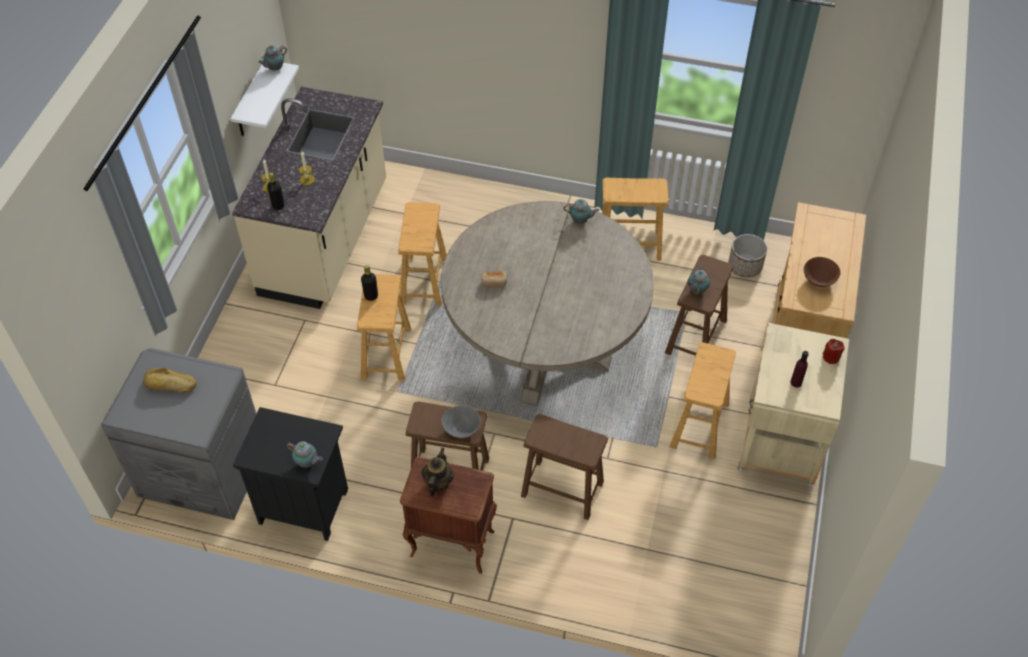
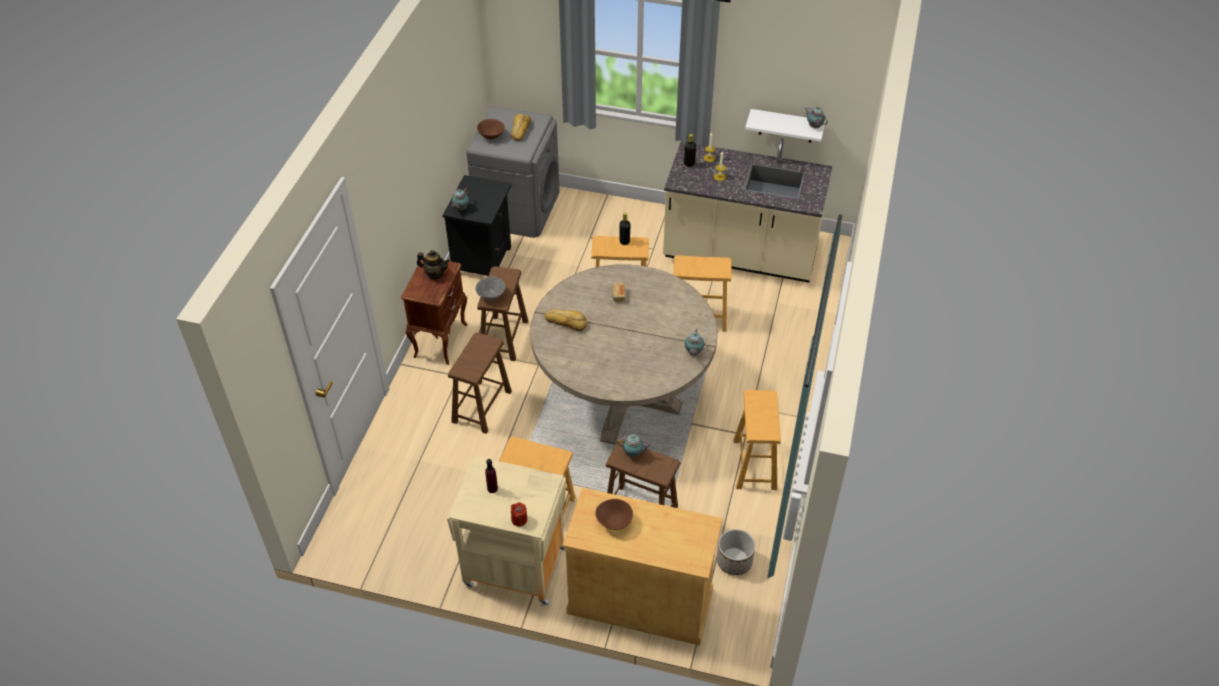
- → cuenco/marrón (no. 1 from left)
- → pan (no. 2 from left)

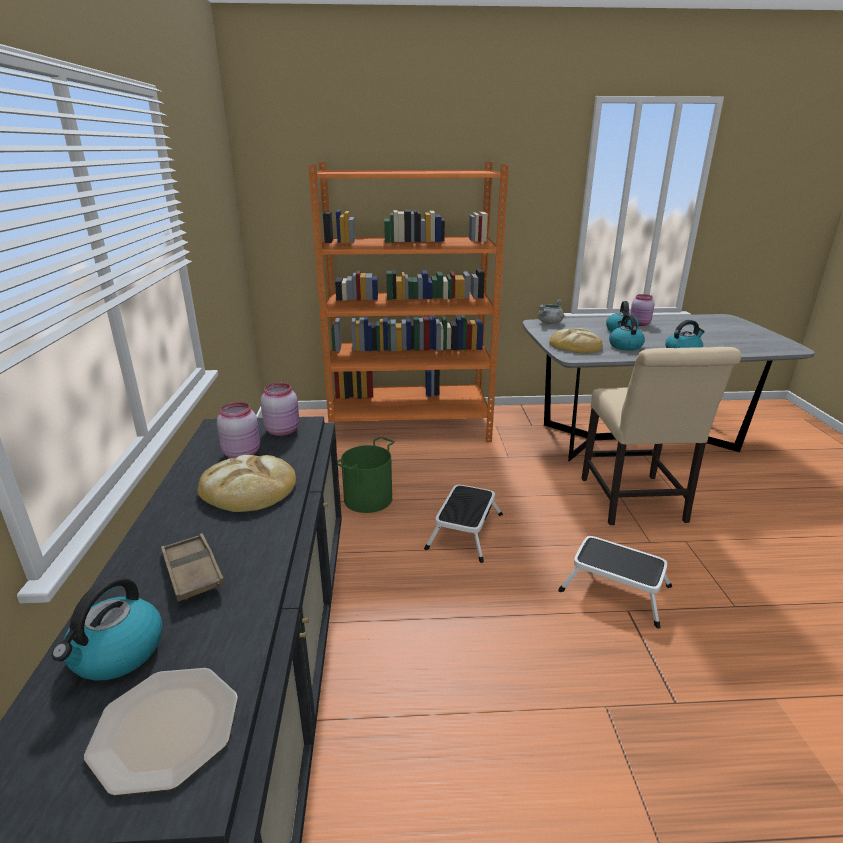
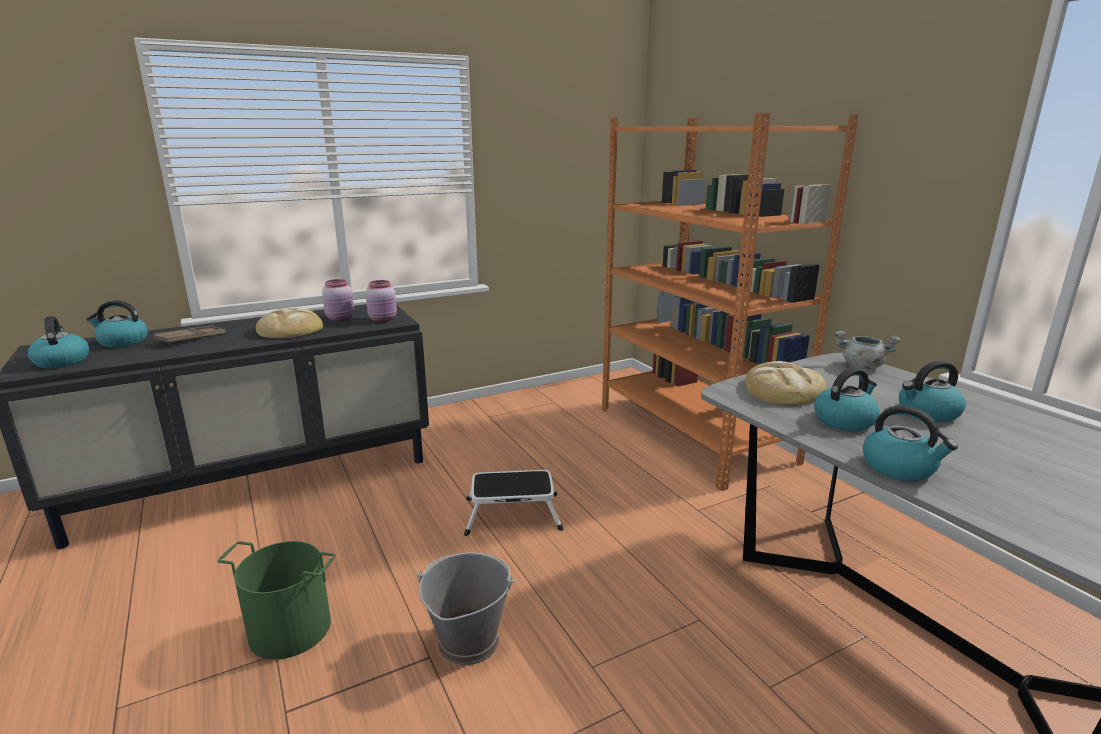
plato → hervidor (no. 1 from left)
cubo/verde, shifted
escalera de tijera/negro (no. 2 from left) → cubo/gris
silla/beis → -
tarro/rosa (no. 3 from left) → -

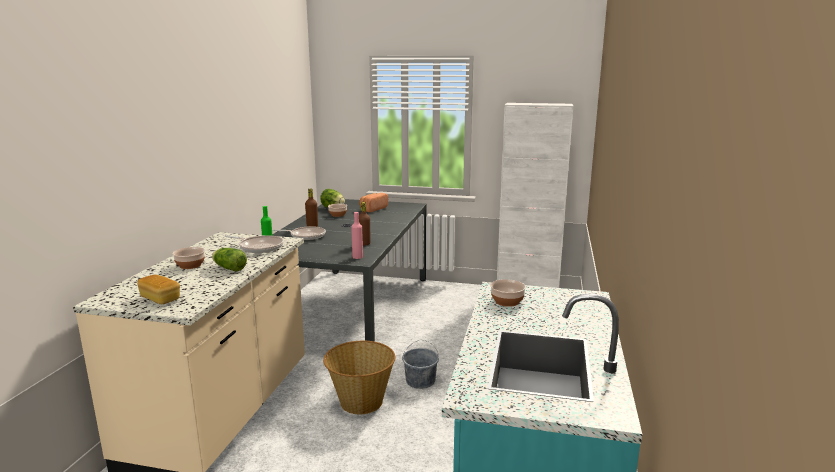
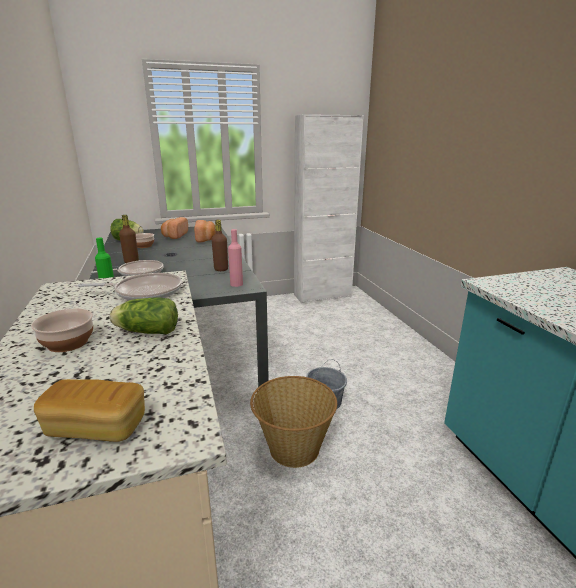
cuenco (no. 3 from left) → -
- → pan (no. 3 from left)

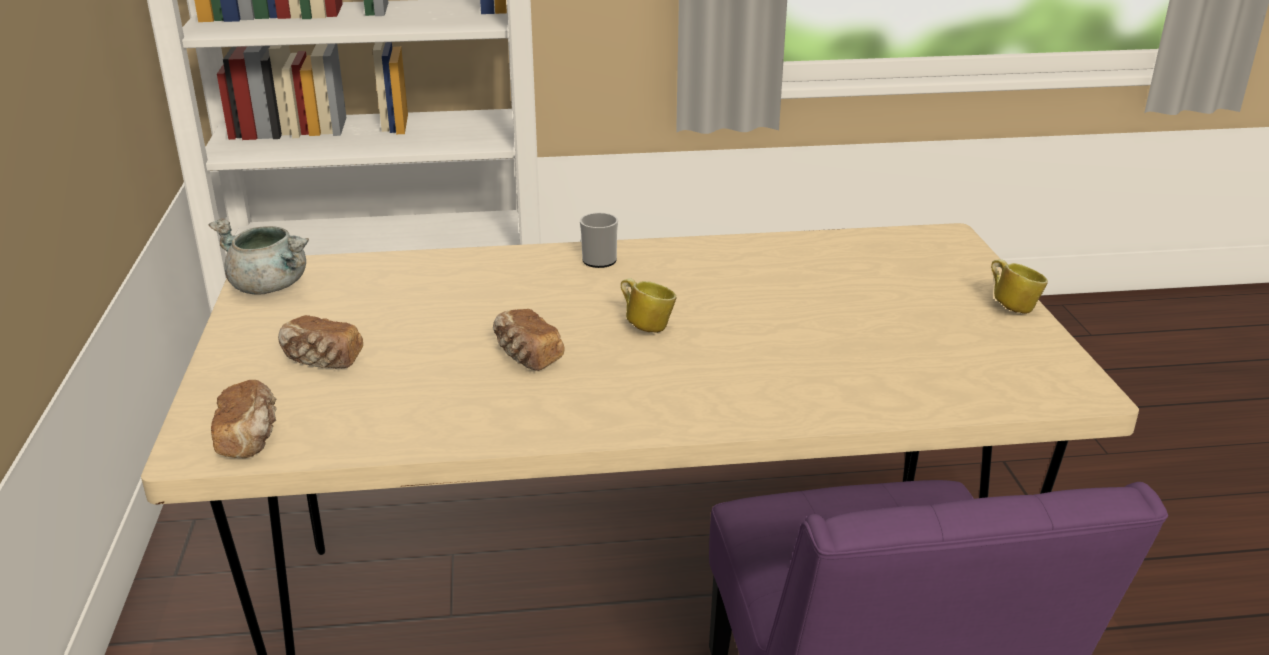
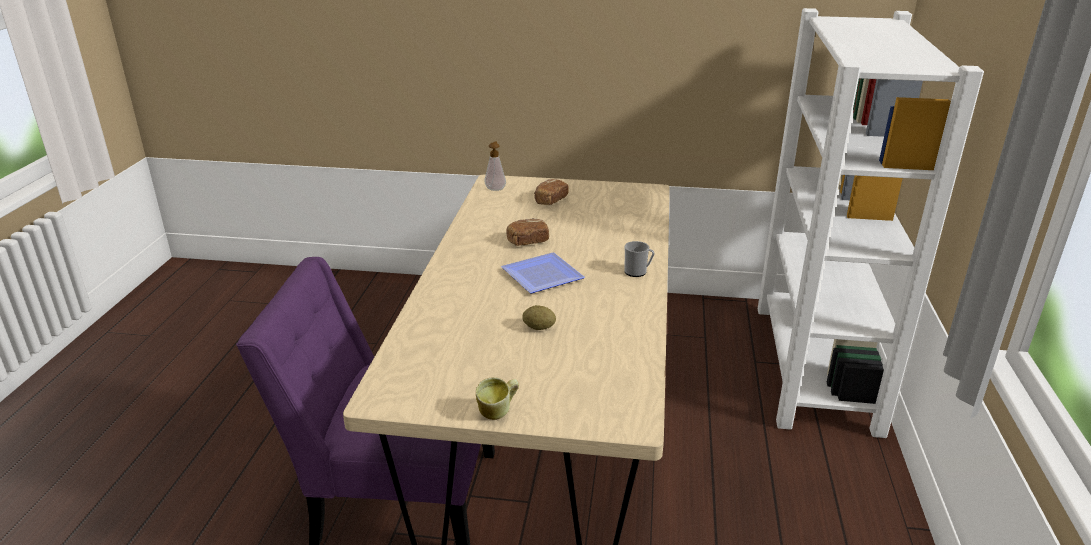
olla/gris → -
pan (no. 1 from left) → dispensador de jabón
taza grande (no. 2 from left) → plato
- → patata

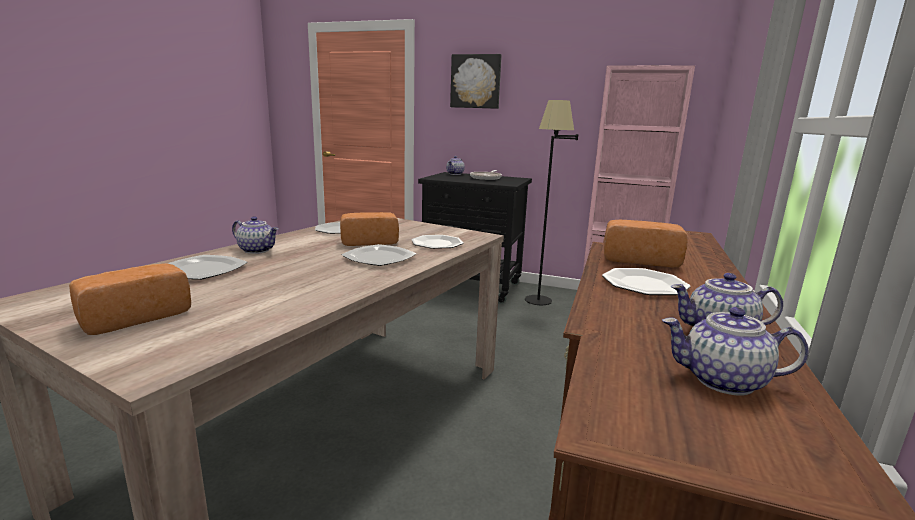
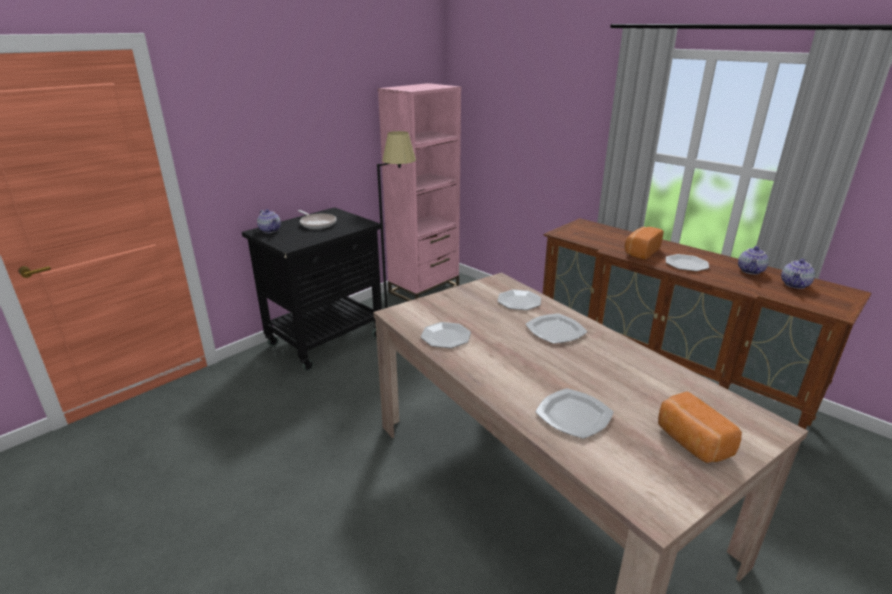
tetera (no. 1 from left) → -
pan (no. 2 from left) → -
cuadro → -

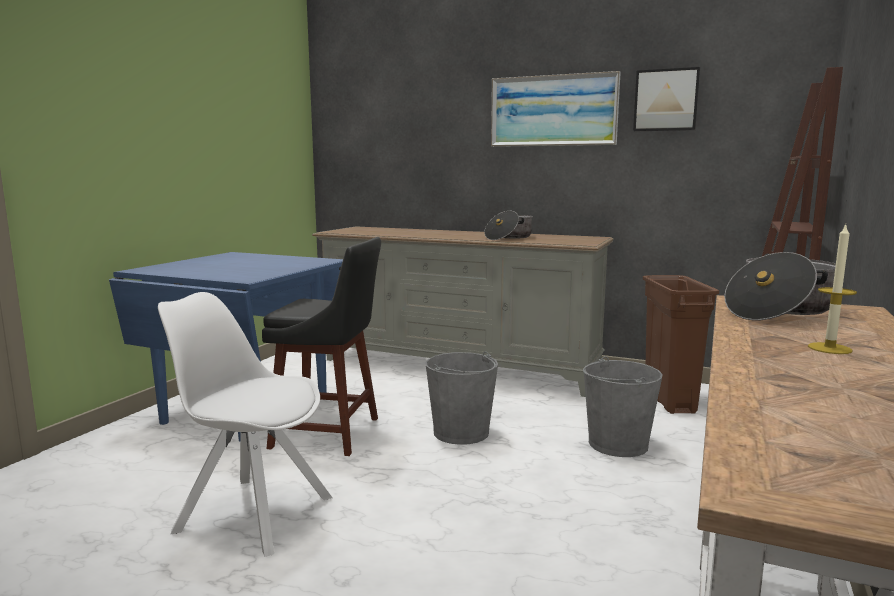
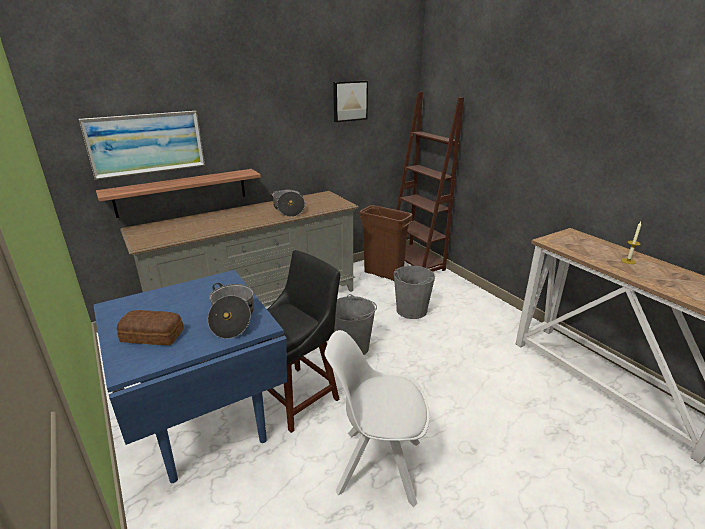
silla/blanco, 45 degrees clockwise
cuadro (no. 1 from left), shifted
olla (no. 2 from left in the first image) → olla (no. 1 from left), shifted
- → estante
- → pan

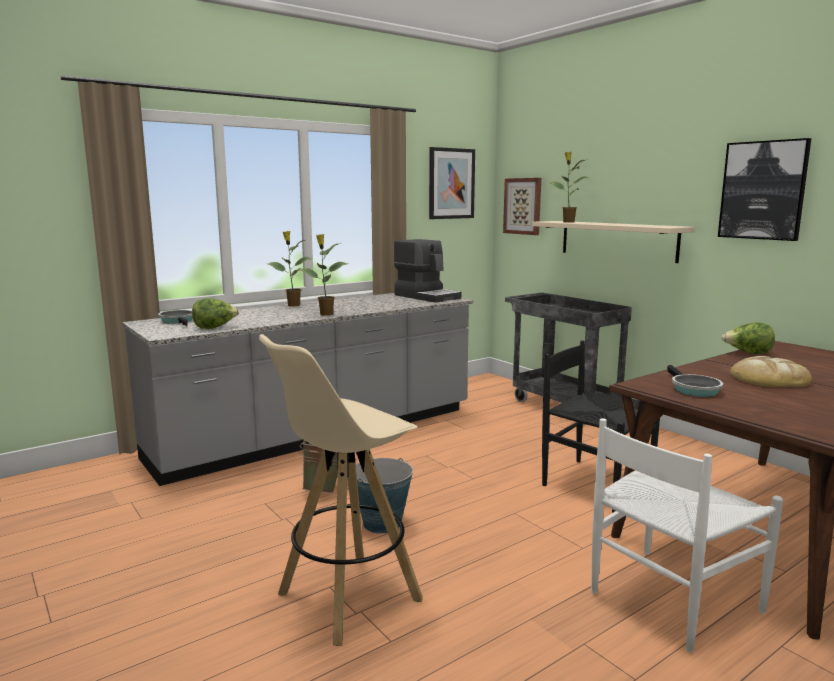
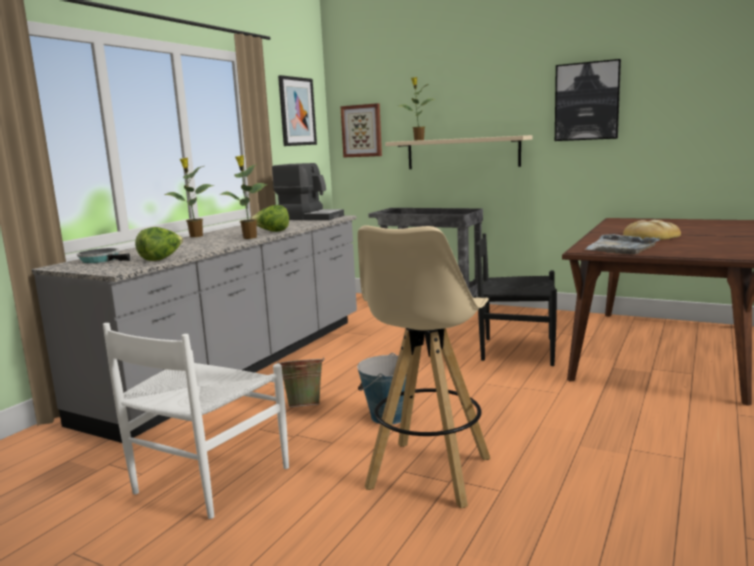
silla/blanco, shifted
sartén (no. 2 from left) → bandeja/gris
lechuga (no. 2 from left), shifted

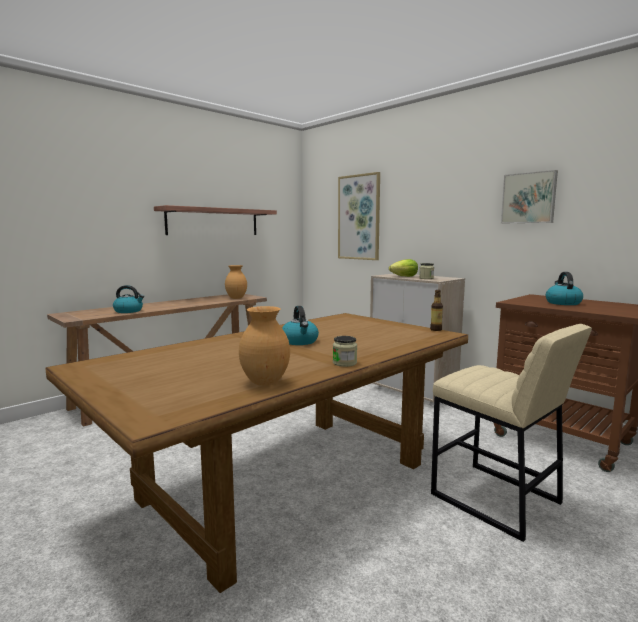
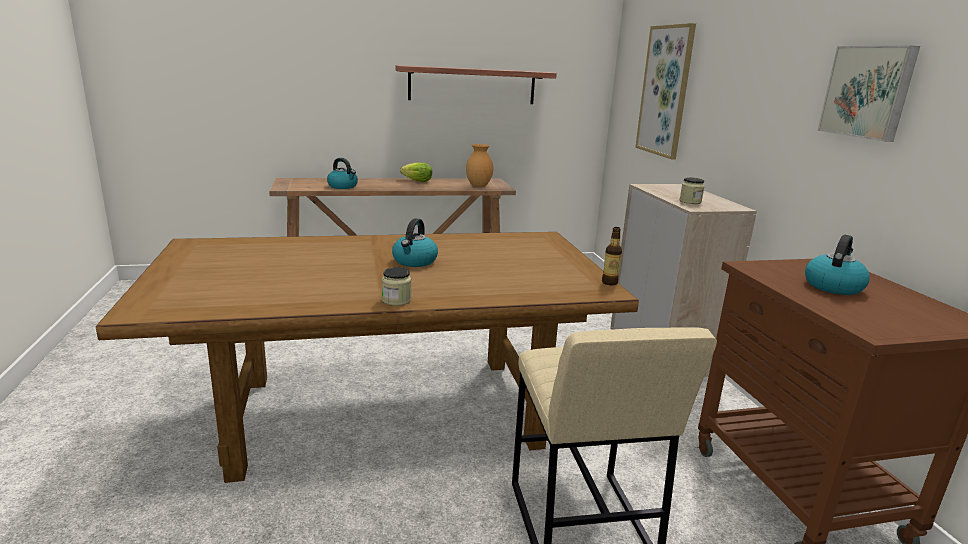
florero/marrón (no. 2 from left) → -
lechuga, shifted

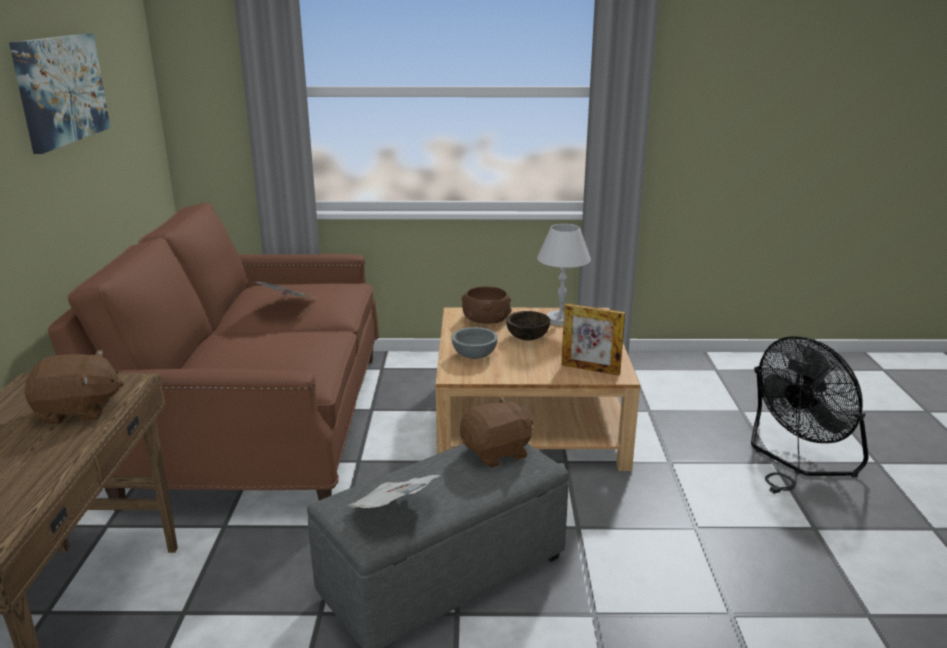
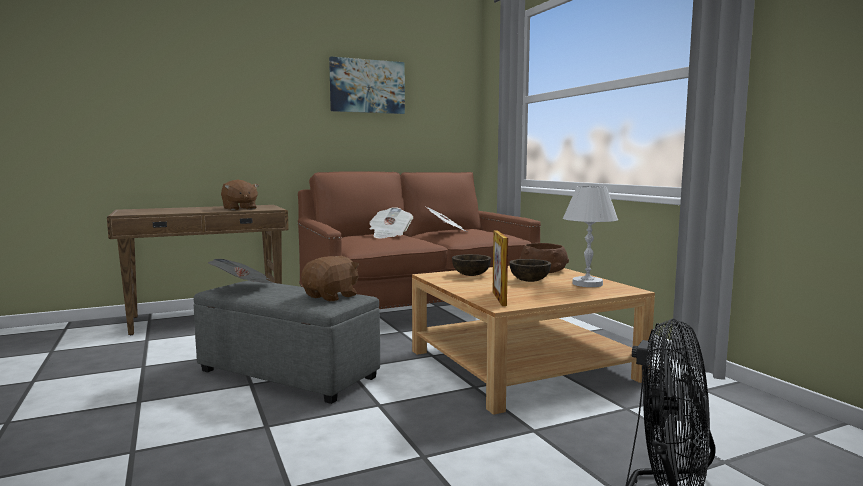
cuenco/gris → cuenco/marrón (no. 1 from left)
peluche/marrón (no. 2 from left), 90 degrees counterclockwise
- → periódico (no. 2 from left)

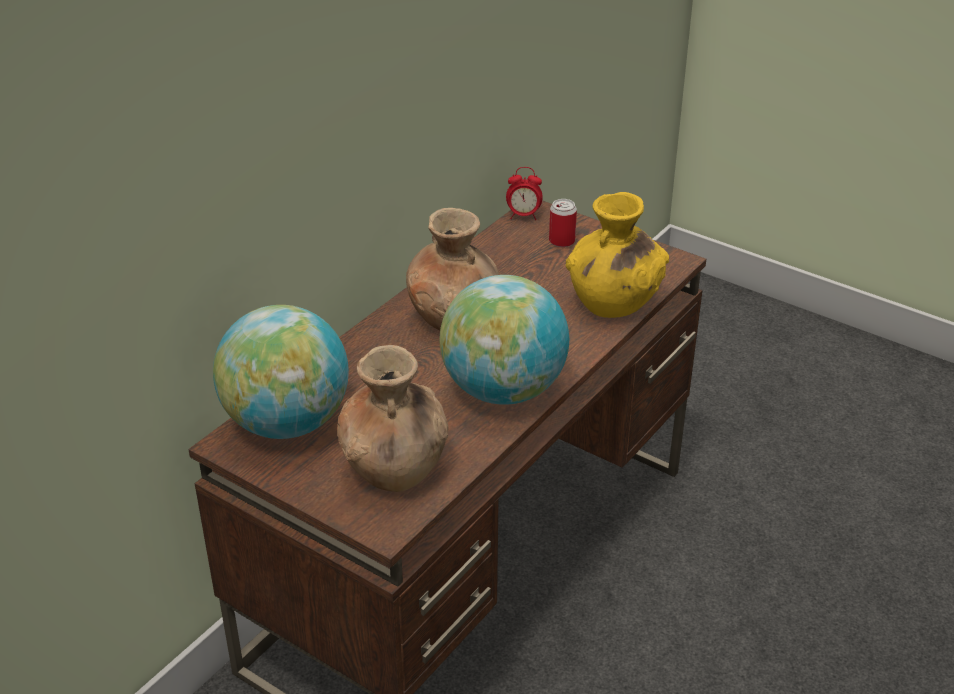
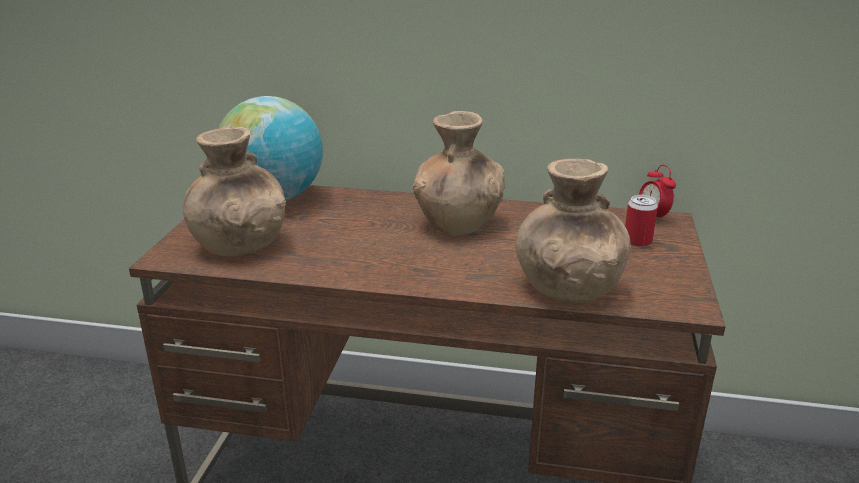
globo terráqueo (no. 2 from left) → -
florero/amarillo → florero/marrón (no. 3 from left)

